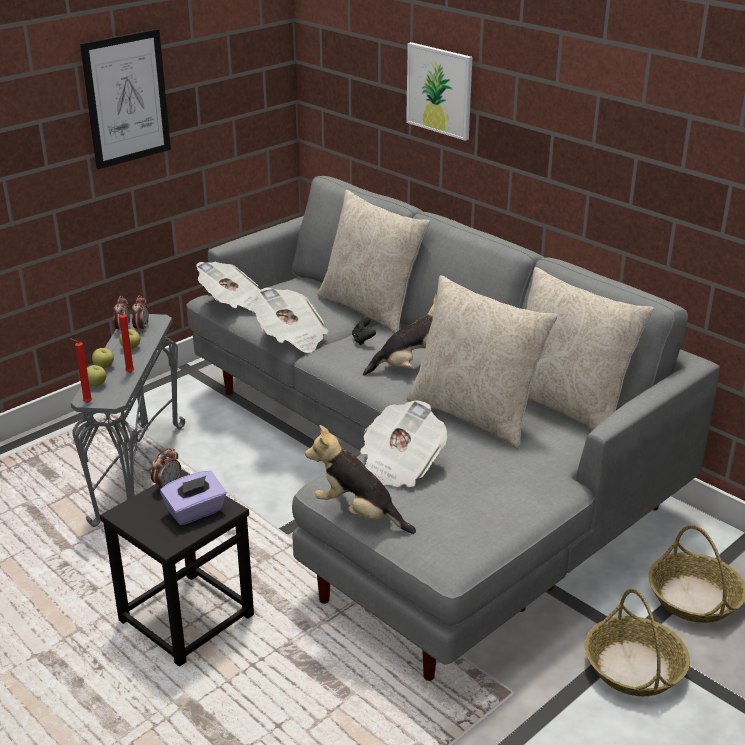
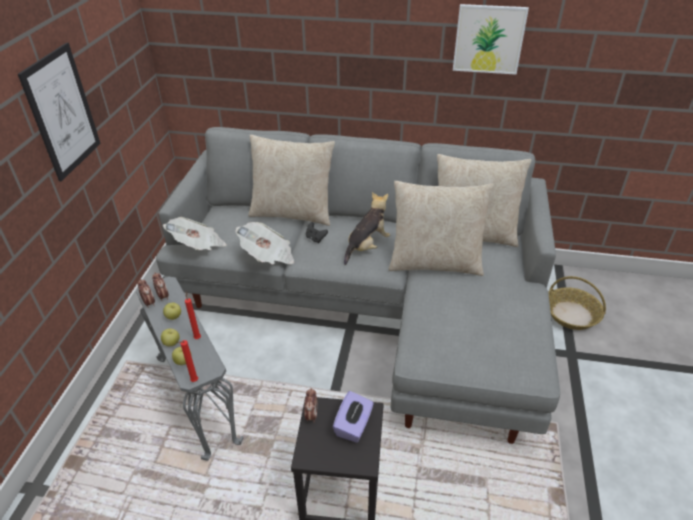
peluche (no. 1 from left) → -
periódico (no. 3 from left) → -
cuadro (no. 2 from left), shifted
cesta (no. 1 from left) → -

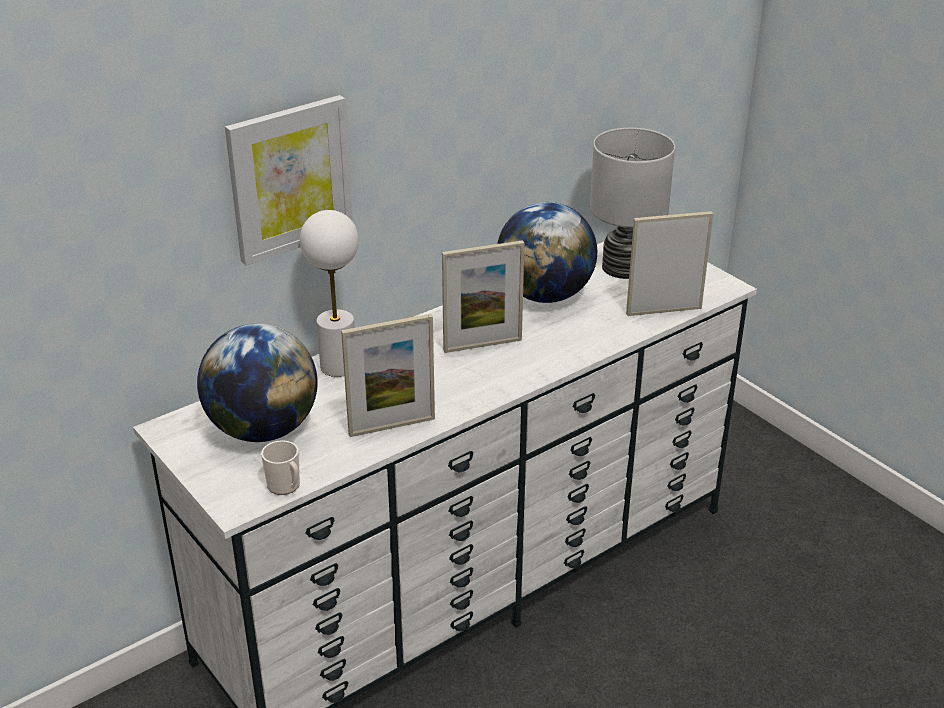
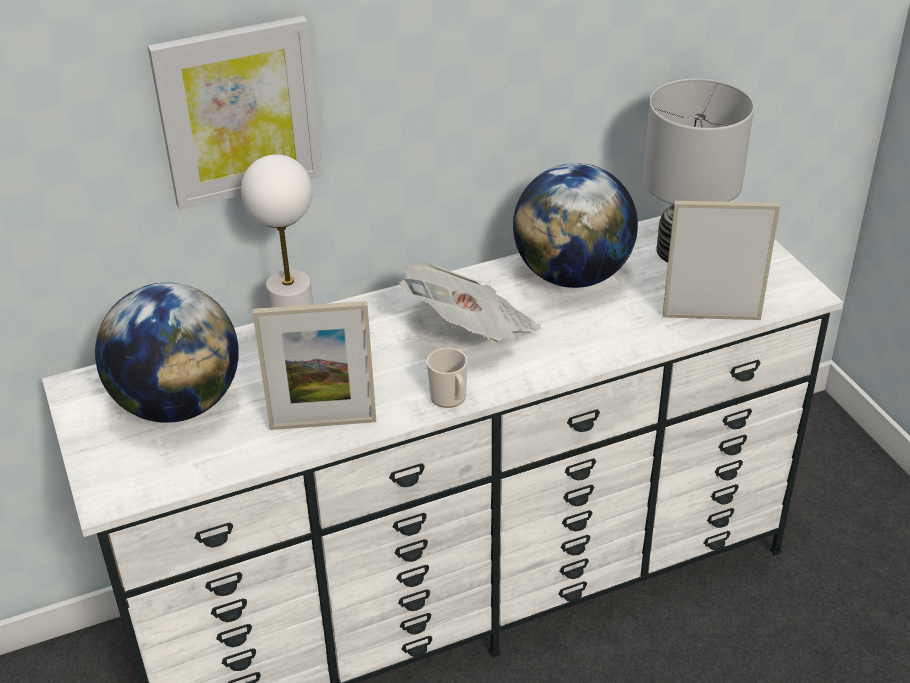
taza grande, shifted
portarretratos (no. 2 from left) → periódico

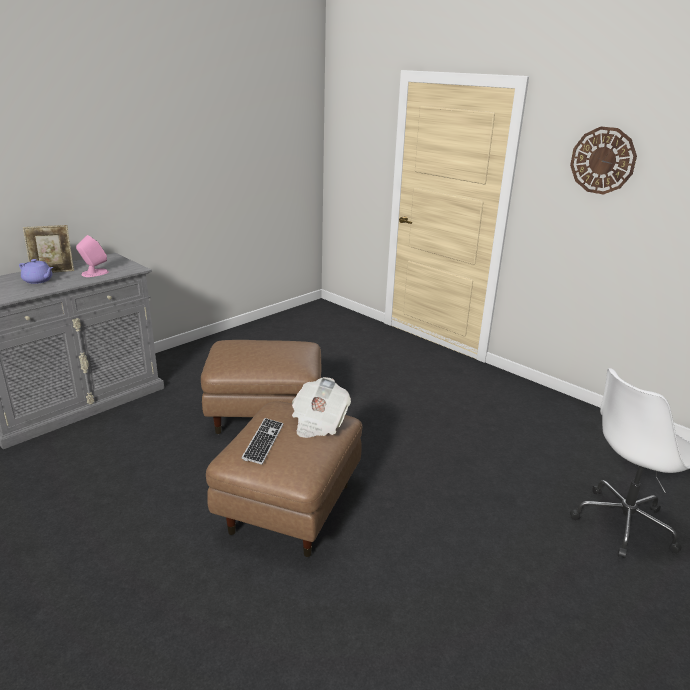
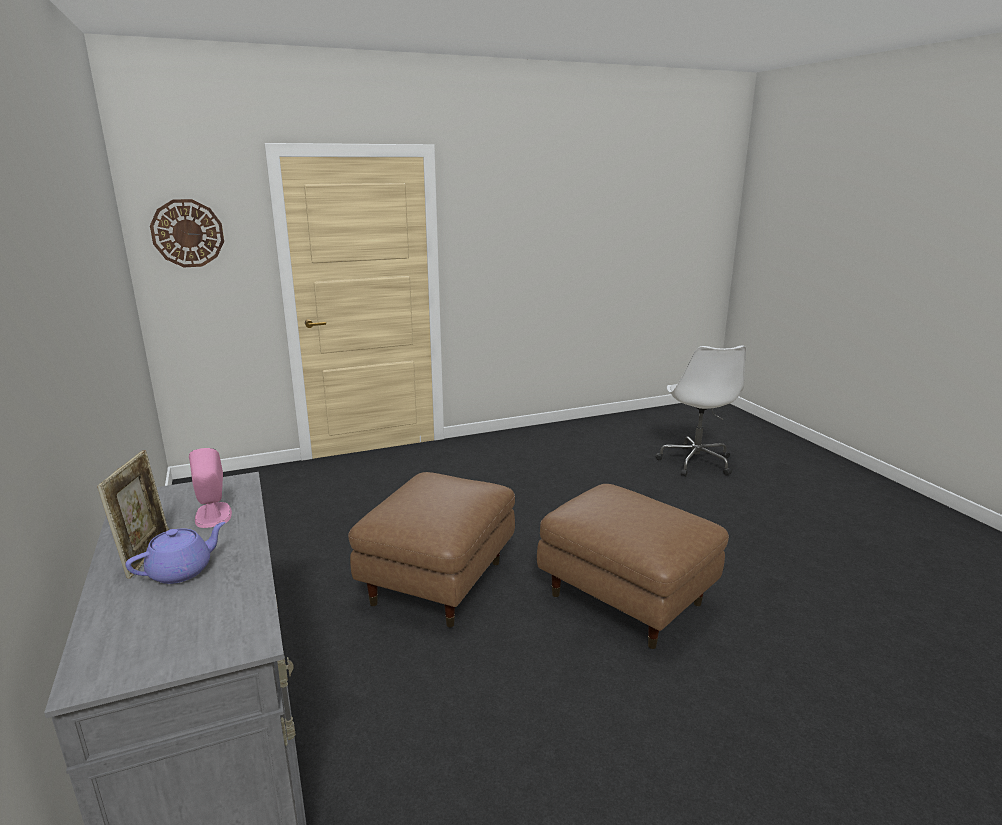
teclado → -
periódico → -
reloj de pared, shifted

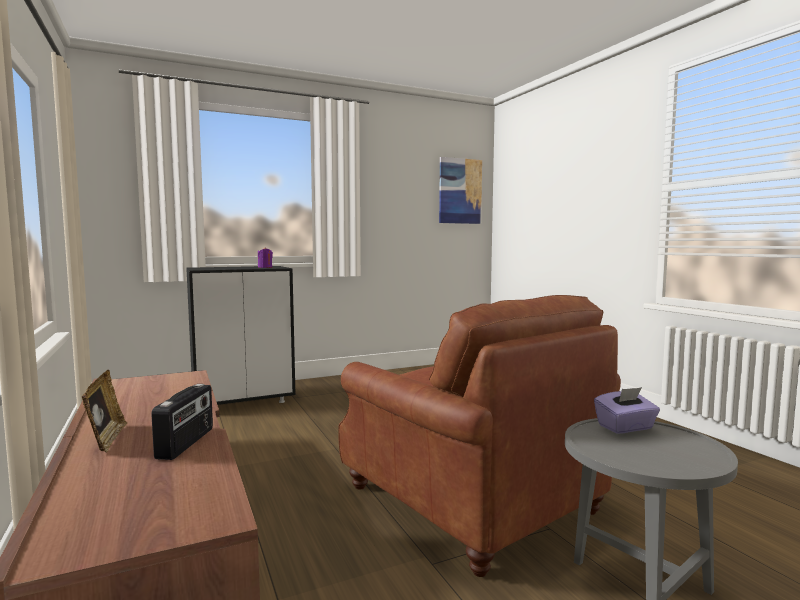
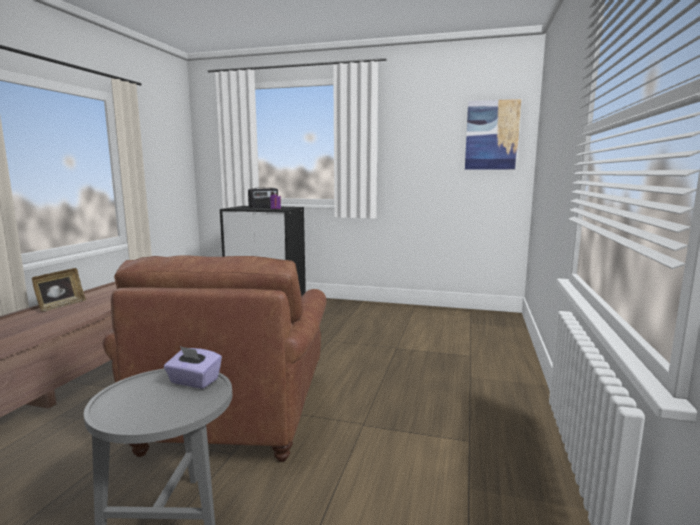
radio, shifted

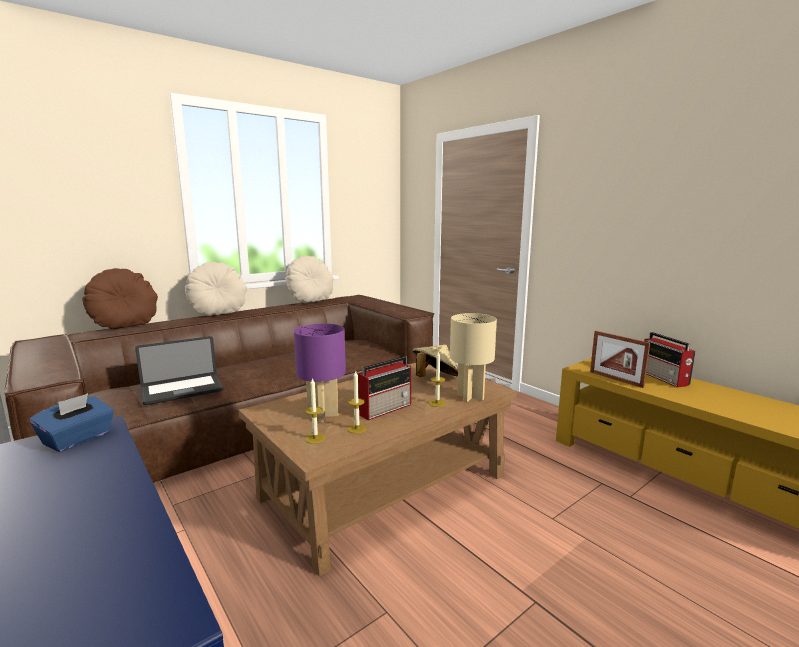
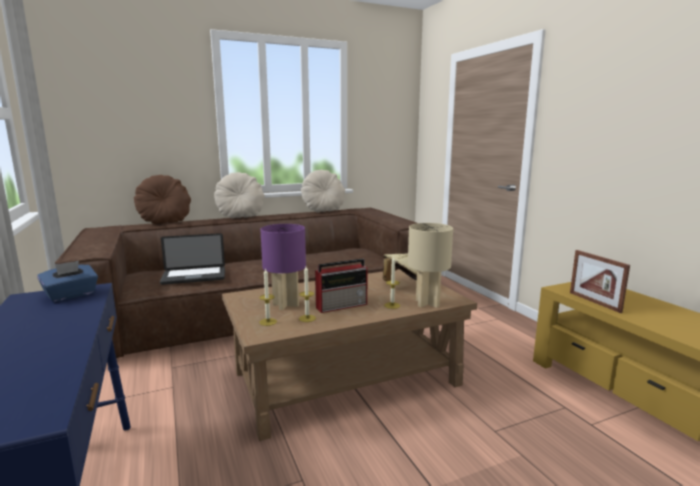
radio (no. 2 from left) → -

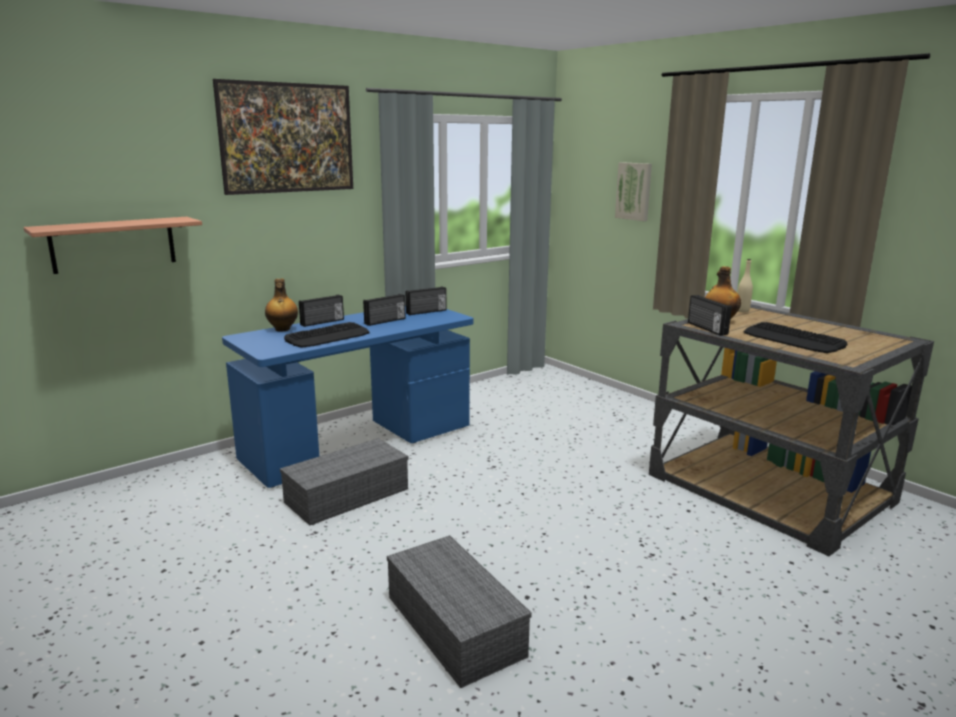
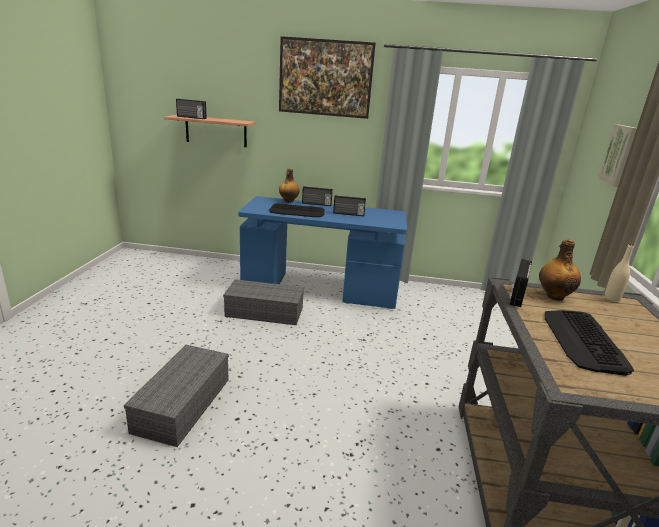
radio (no. 3 from left in the first image) → radio (no. 1 from left), shifted

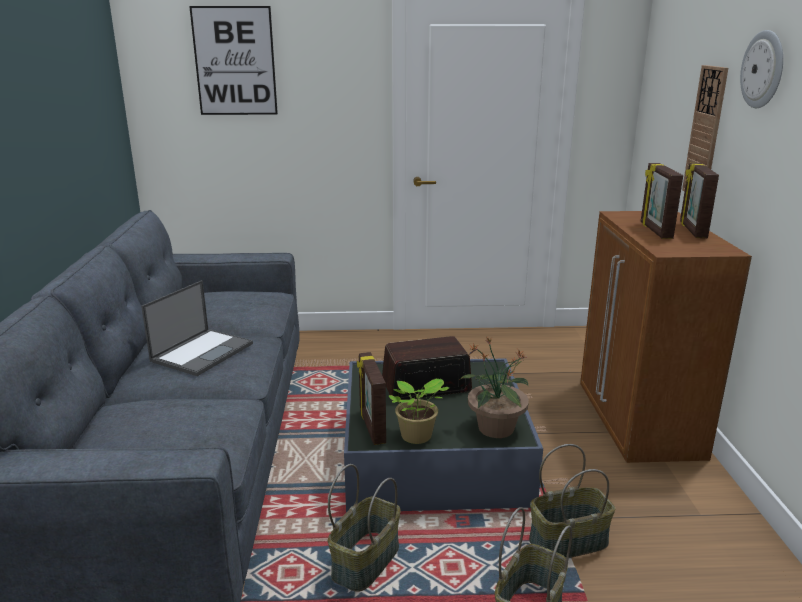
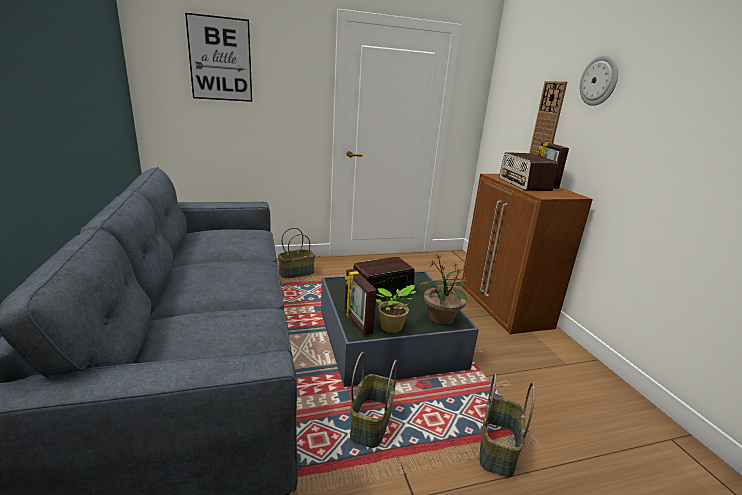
portátil → -
cesta (no. 3 from left in the first image) → cesta (no. 1 from left), shifted
portarretratos (no. 2 from left) → radio (no. 2 from left)

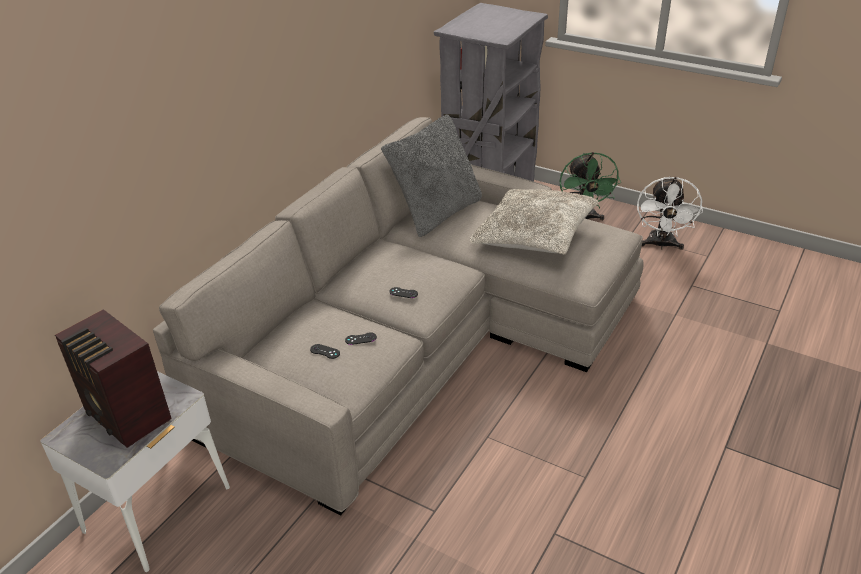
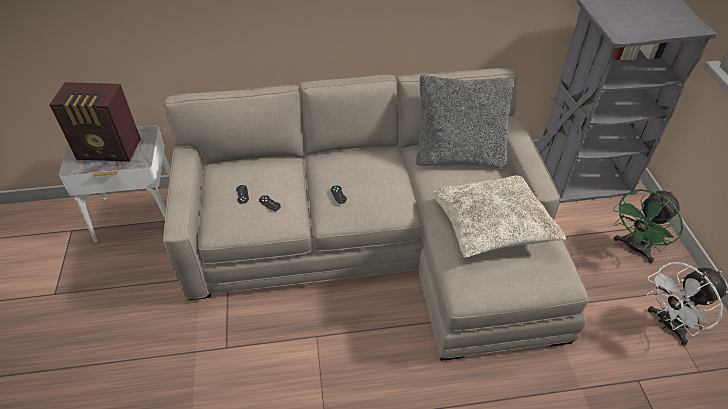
radio, 90 degrees counterclockwise

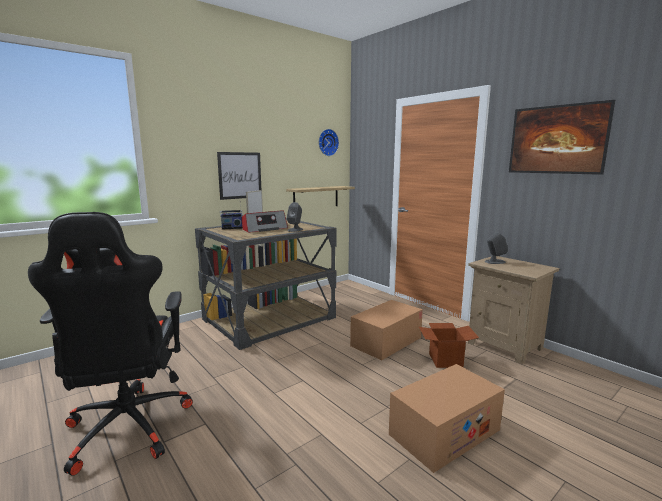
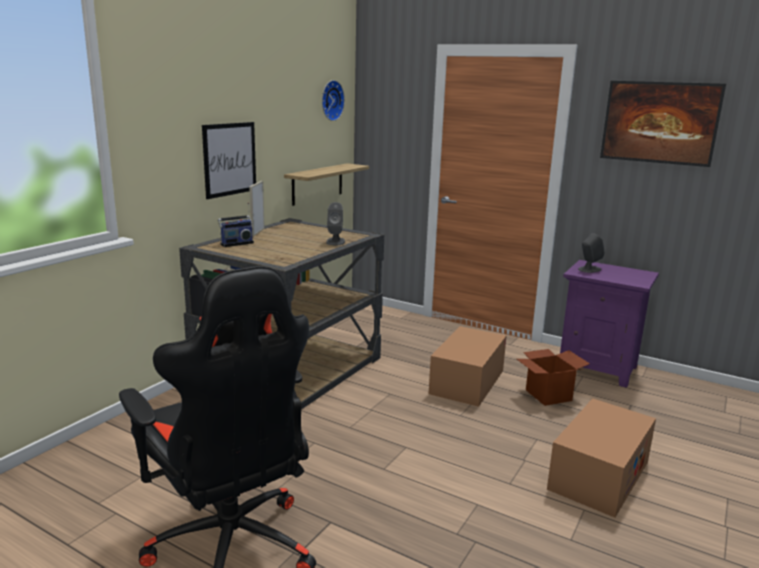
radio (no. 2 from left) → -
mesita de noche/beis → mesita de noche/morado

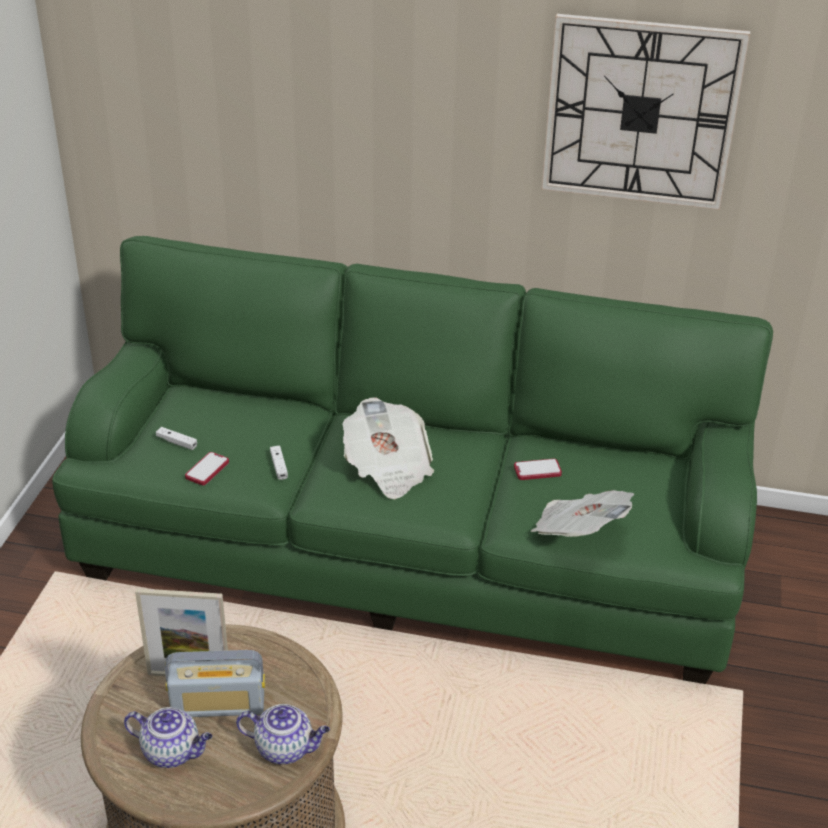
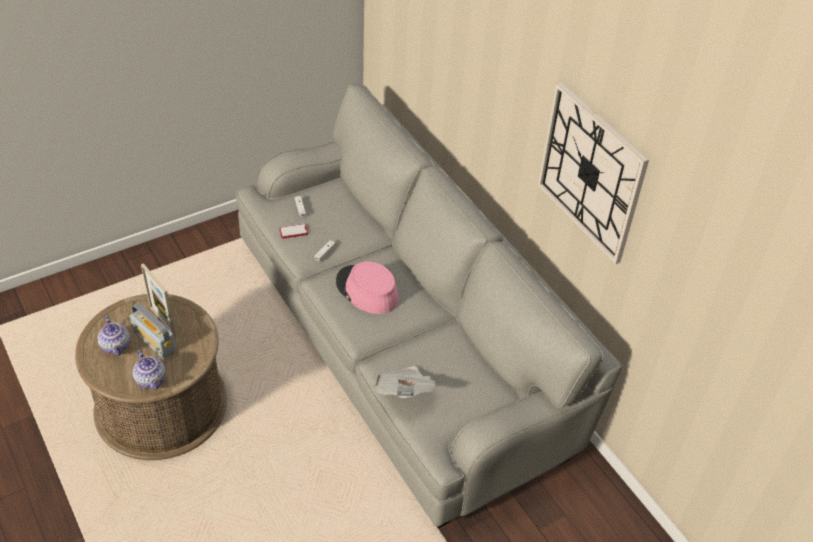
sofá/verde → sofá/gris
periódico (no. 1 from left) → sombrero/rosa
móvil (no. 2 from left) → -

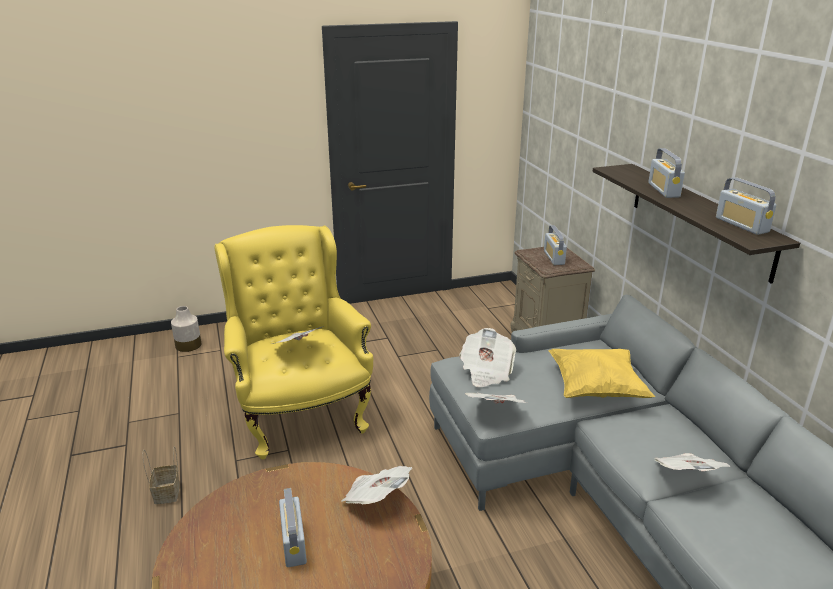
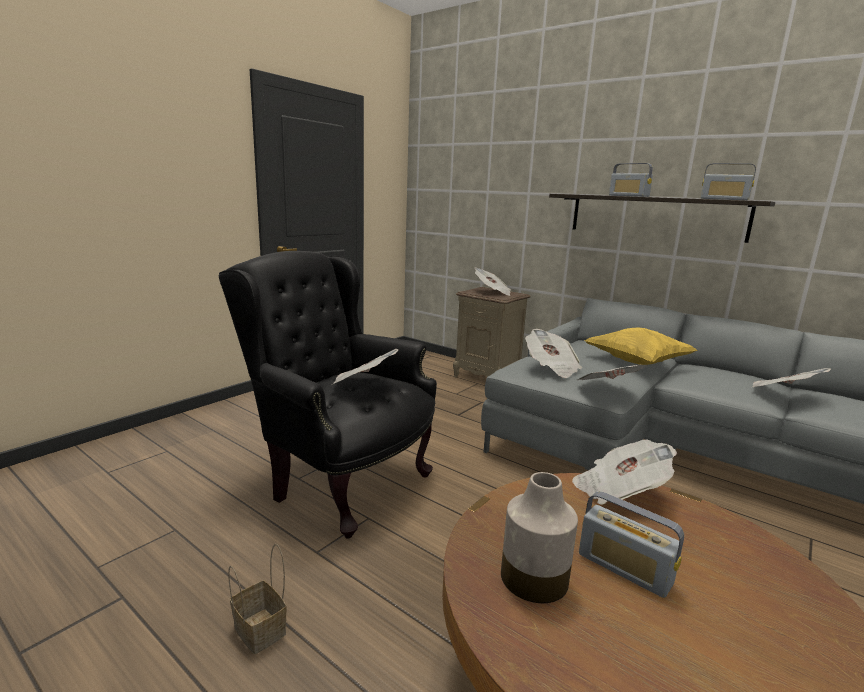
florero/beis, shifted
sillón/amarillo → sillón/negro
radio (no. 2 from left) → periódico (no. 2 from left)

